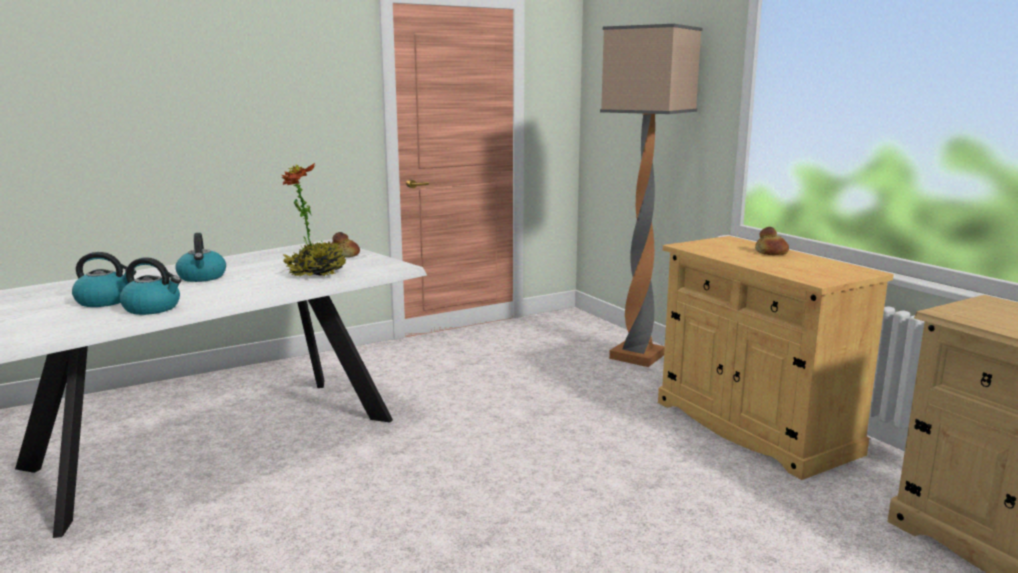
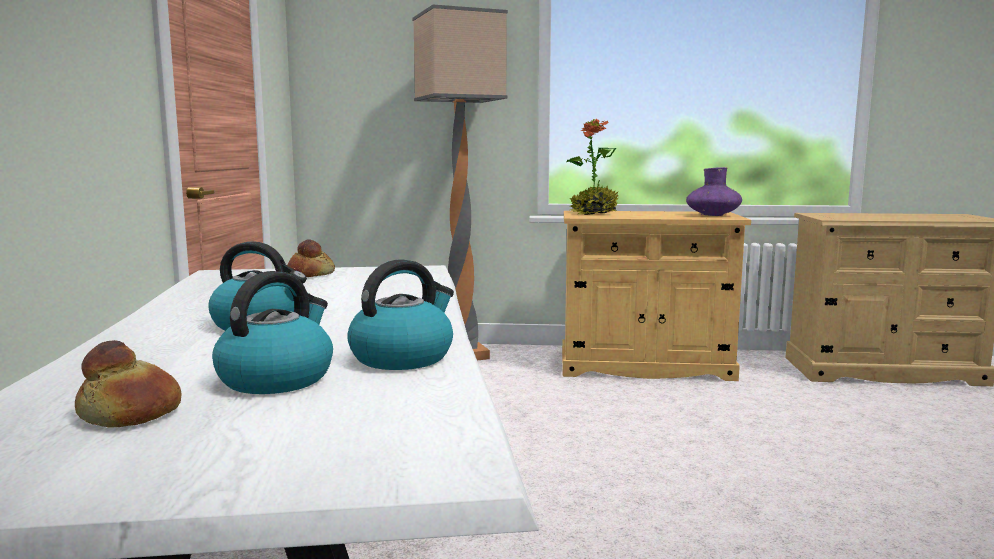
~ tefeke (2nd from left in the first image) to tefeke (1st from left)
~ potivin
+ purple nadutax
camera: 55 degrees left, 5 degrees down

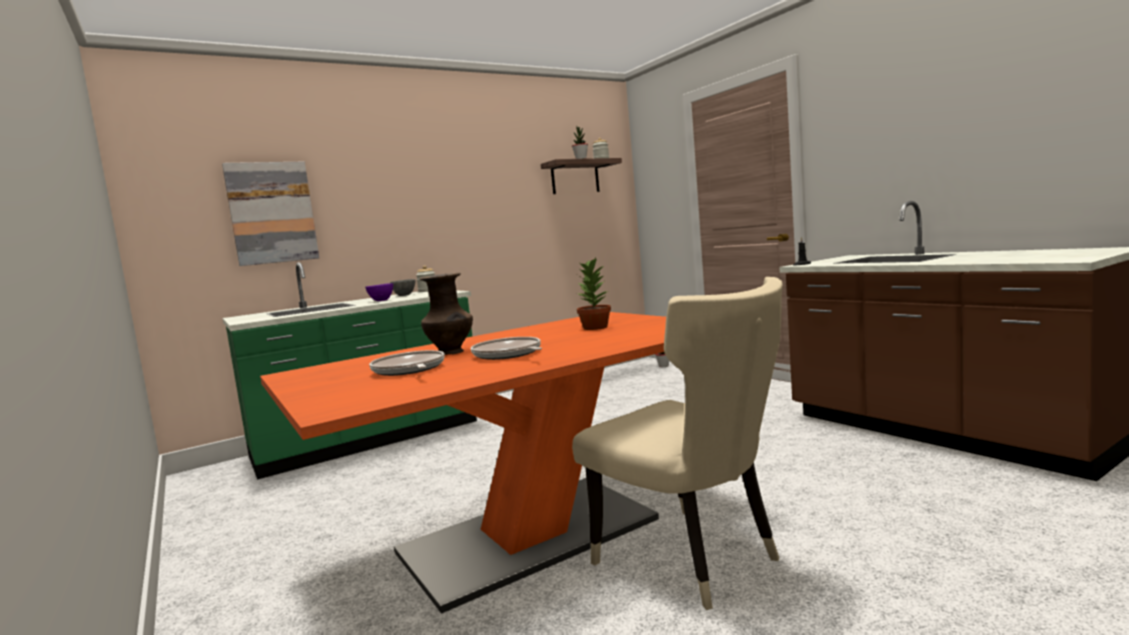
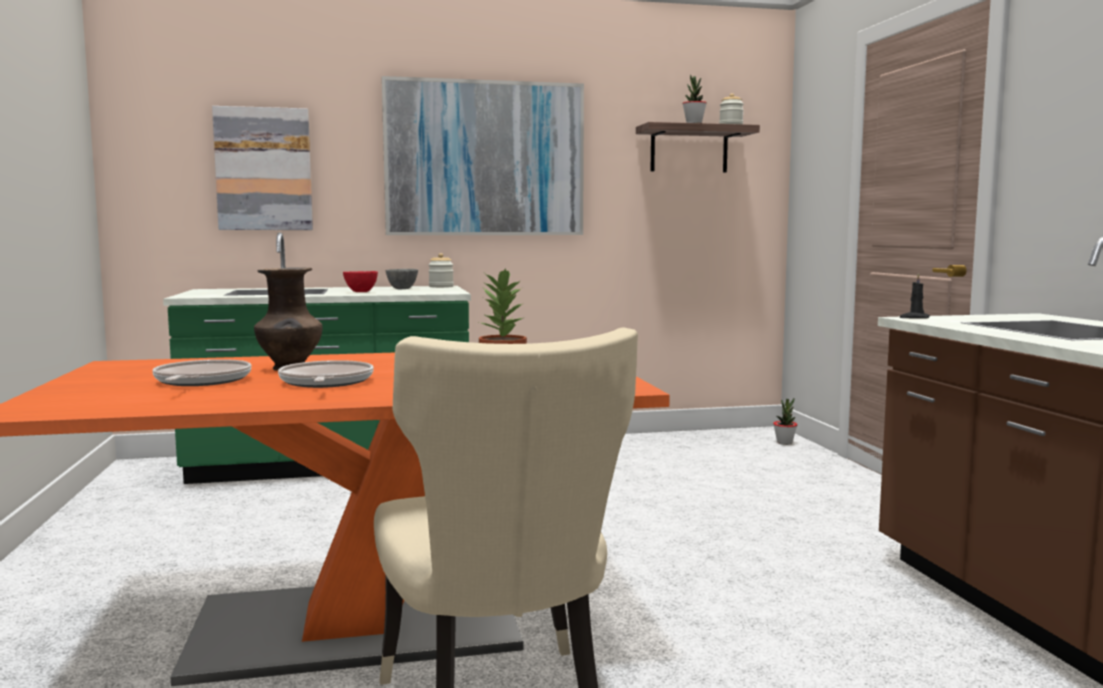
~ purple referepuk to red referepuk
+ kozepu (2nd from left)
camera: 20 degrees right, 0 degrees up

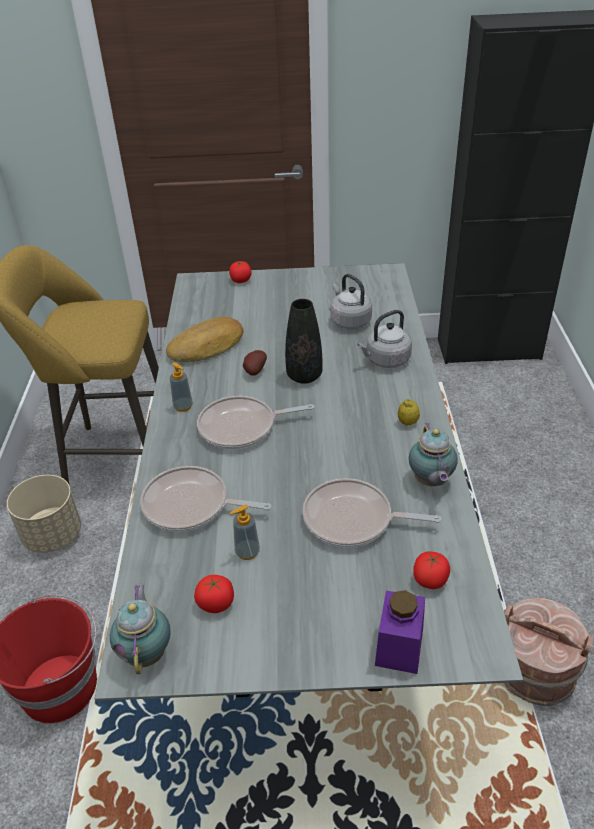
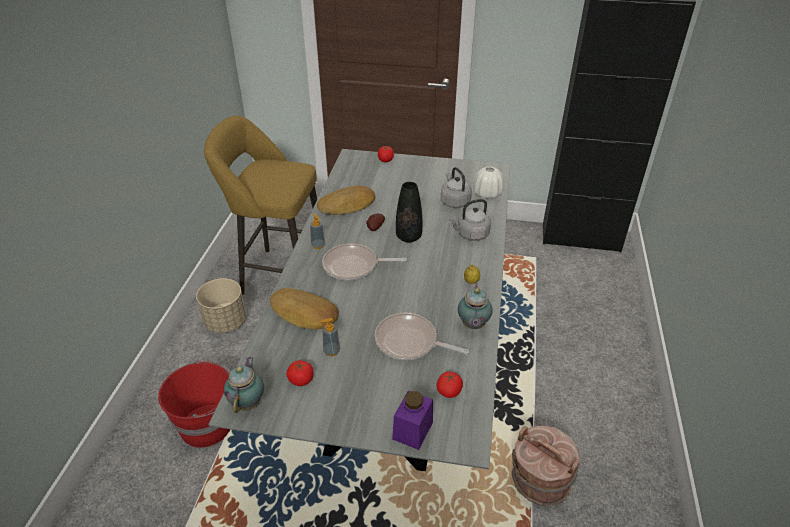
~ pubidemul (1st from left) to tefeke (1st from left)
+ white nadutax
camera: 10 degrees right, 0 degrees up

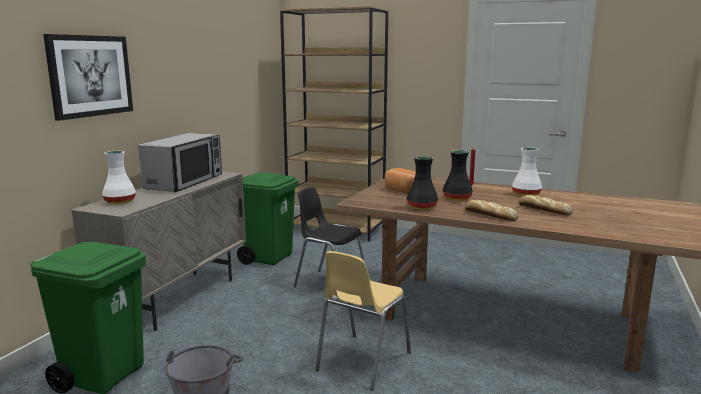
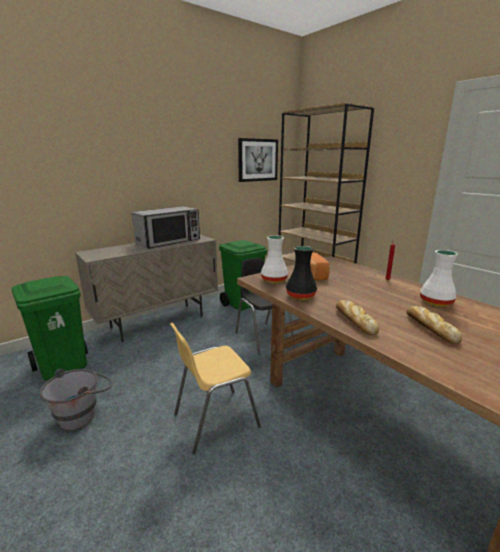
~ kozepu
~ white nadutax (1st from left)
- black nadutax (2nd from left)
camera: 30 degrees right, 5 degrees up

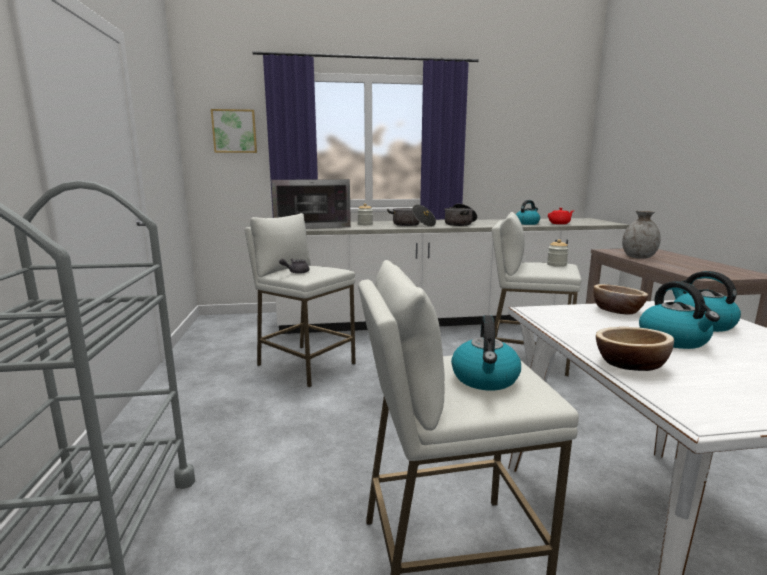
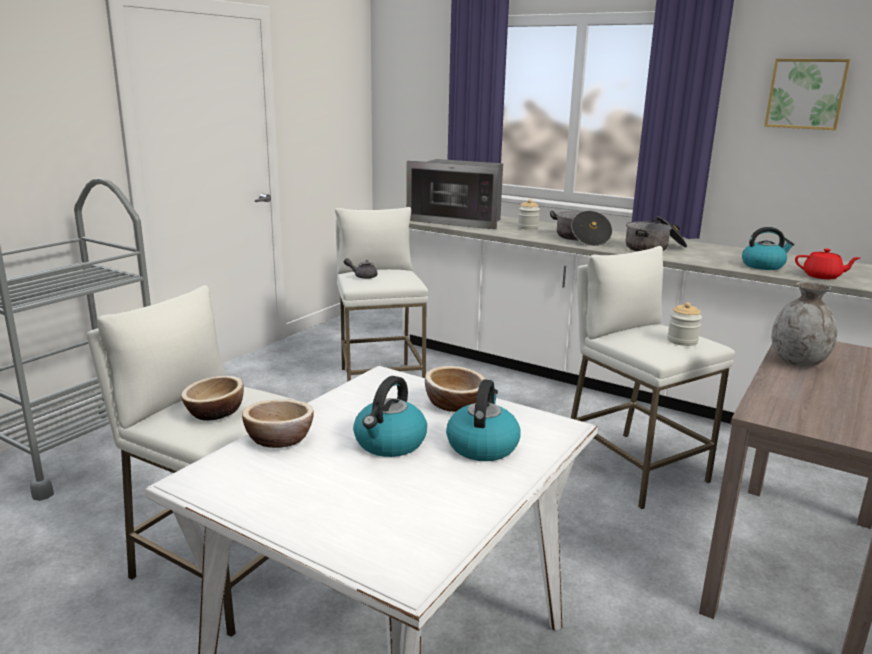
~ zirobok (1st from left) to referepuk (1st from left)
~ kozepu
camera: 40 degrees right, 5 degrees up

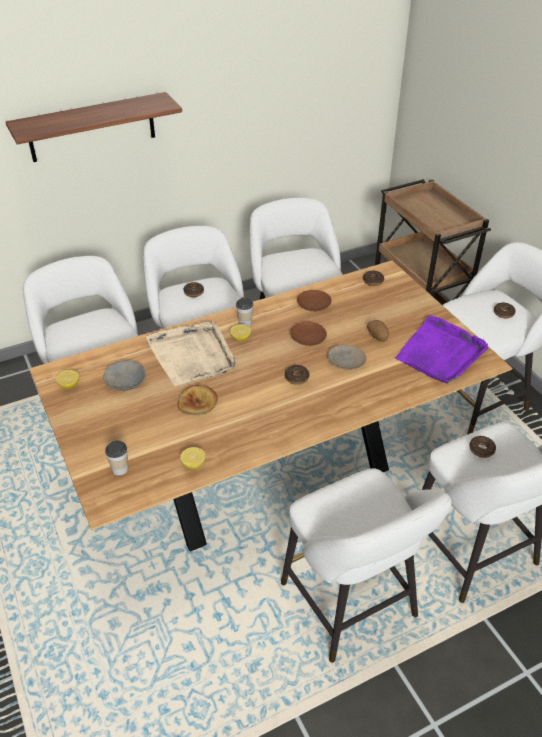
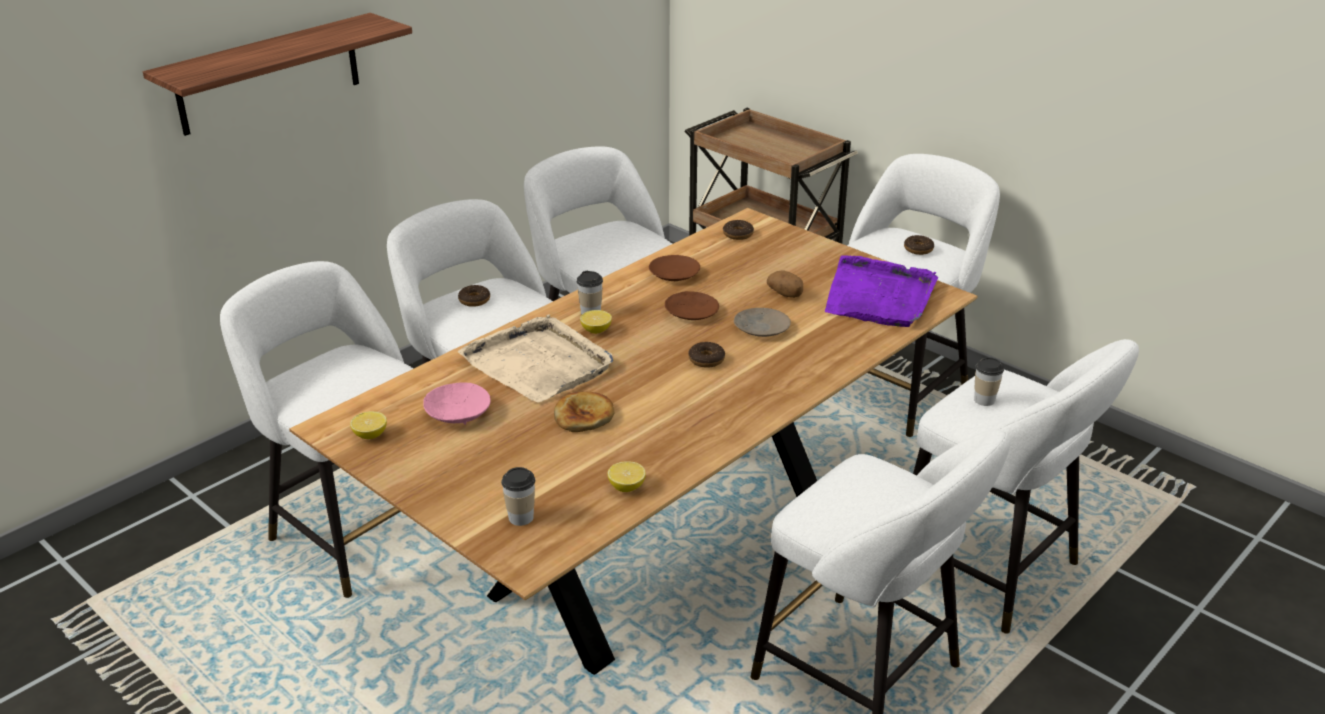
~ grey referepuk to pink referepuk
~ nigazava (4th from left) to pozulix (3rd from left)
camera: 20 degrees left, 10 degrees down

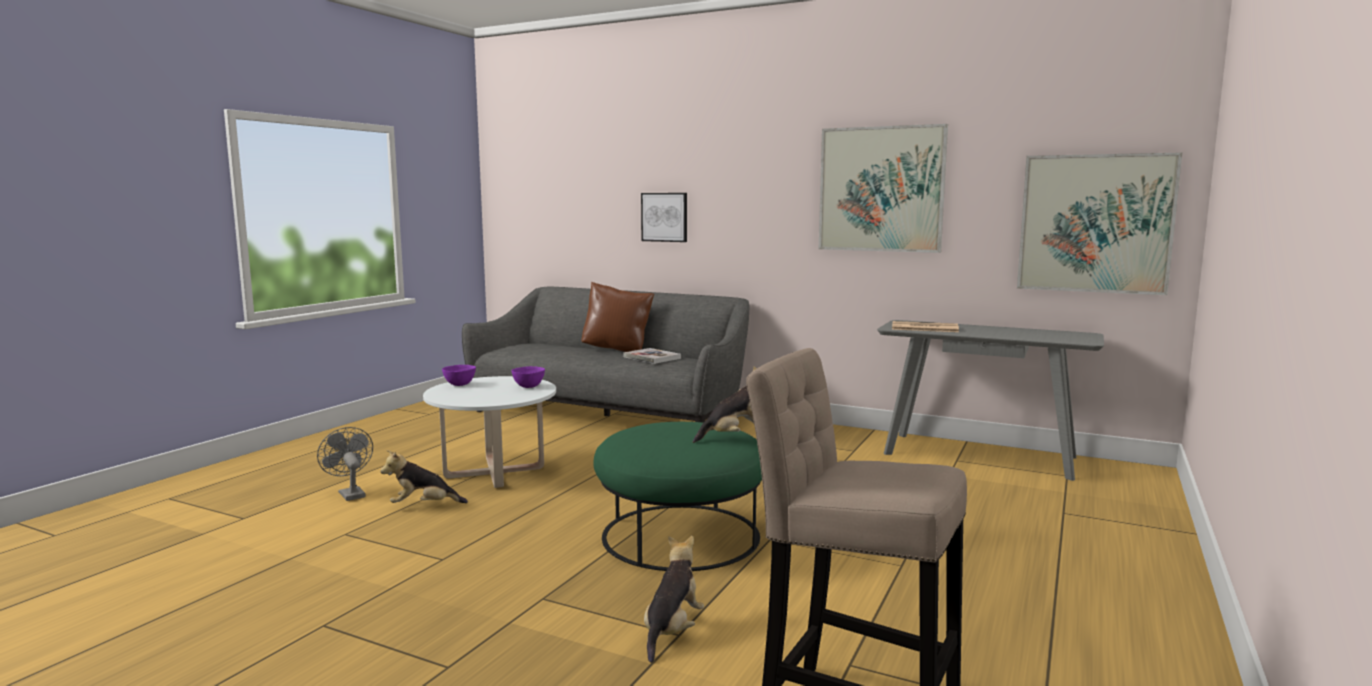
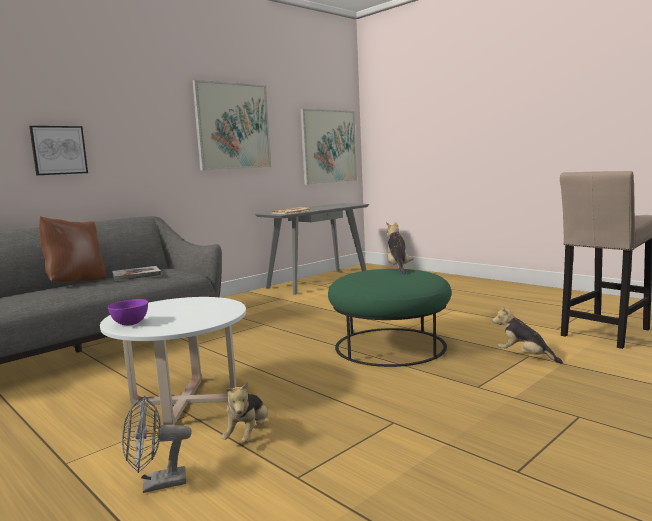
- purple referepuk (2nd from left)
camera: 70 degrees left, 0 degrees up

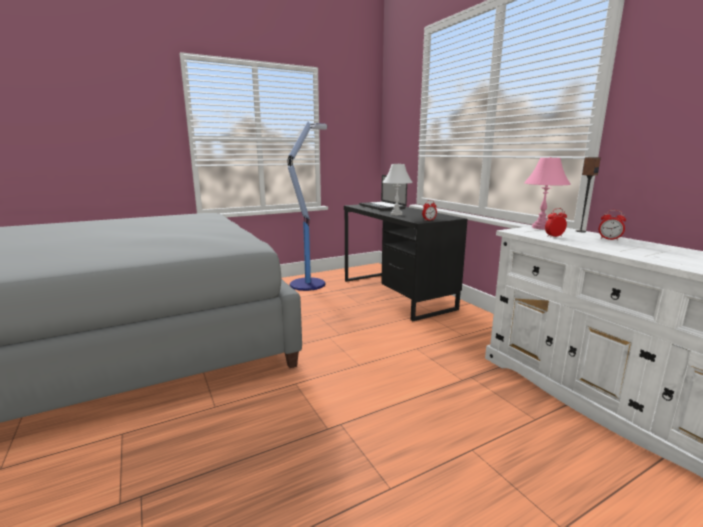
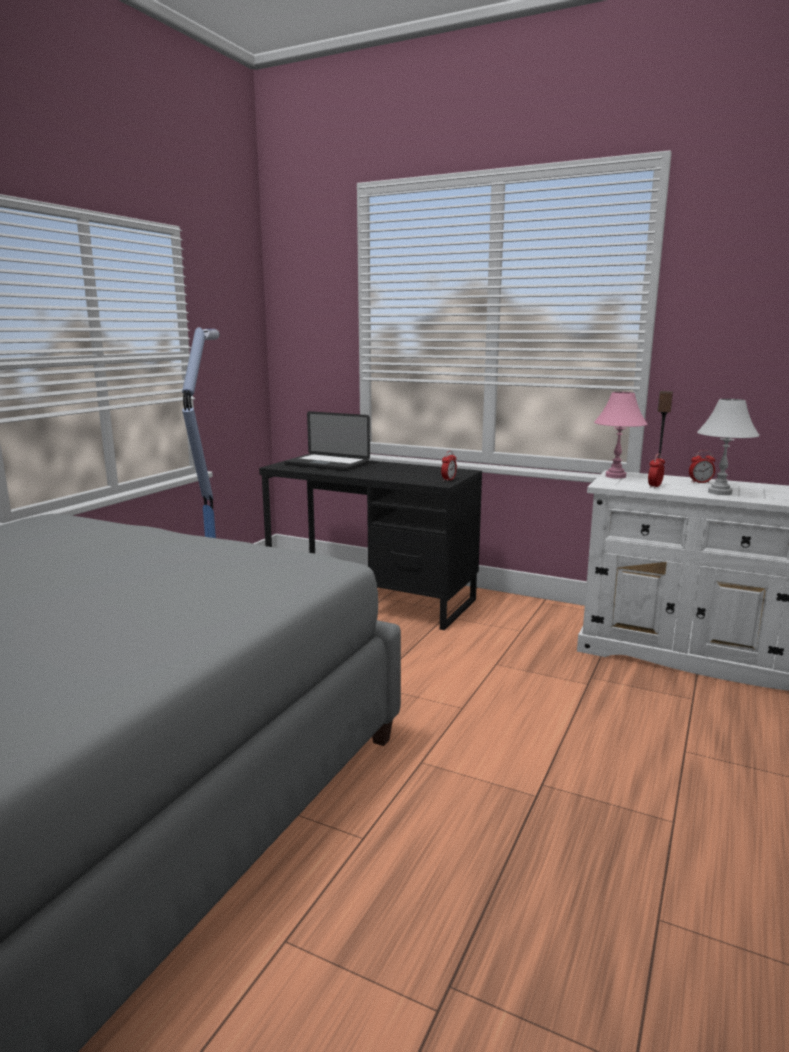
~ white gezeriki
camera: 35 degrees left, 0 degrees up

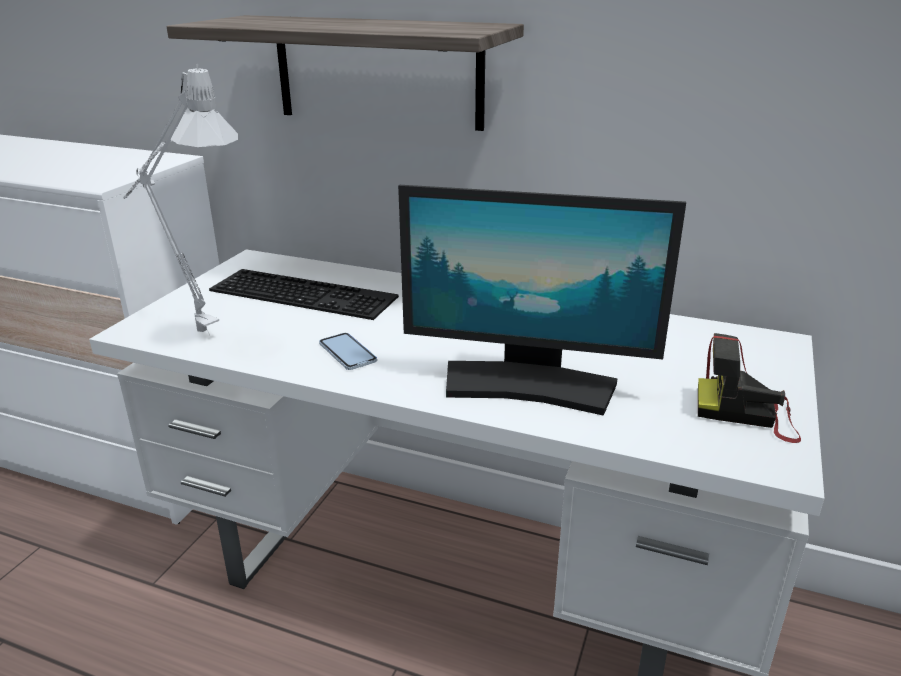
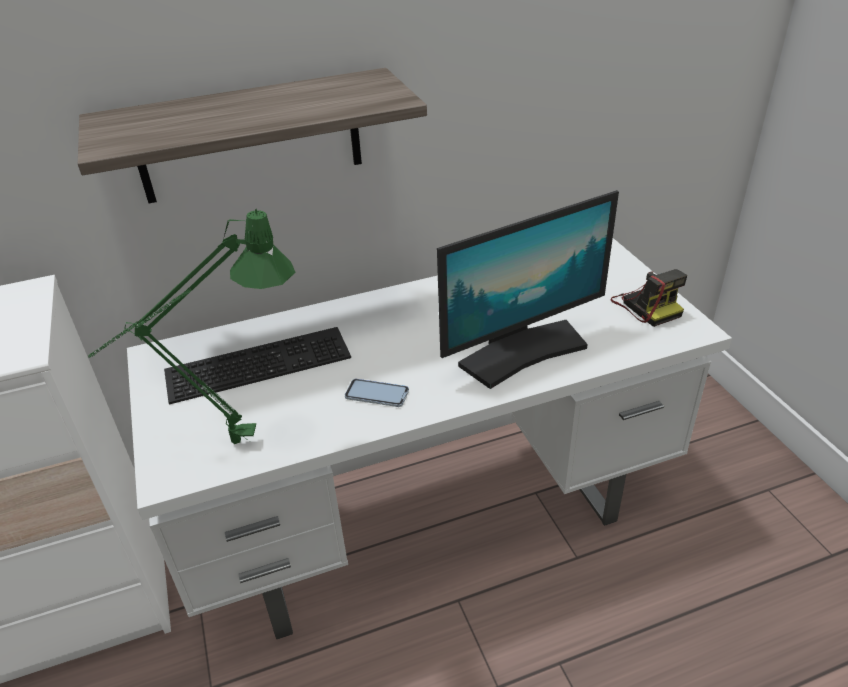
~ grey gezeriki to green gezeriki
~ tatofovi 90 degrees counterclockwise
camera: 40 degrees left, 10 degrees up

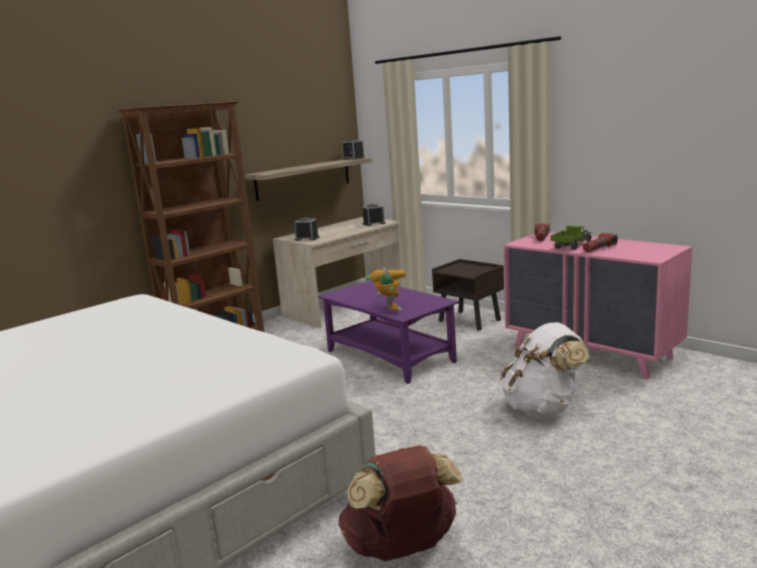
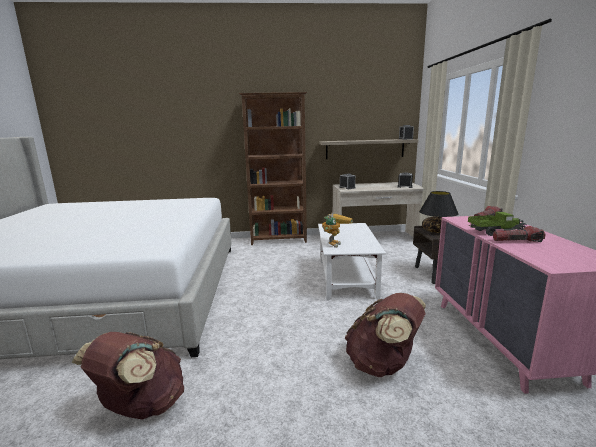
~ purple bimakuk to white bimakuk
~ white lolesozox to brown lolesozox (2nd from left)
+ black gezeriki
camera: 40 degrees right, 0 degrees up

